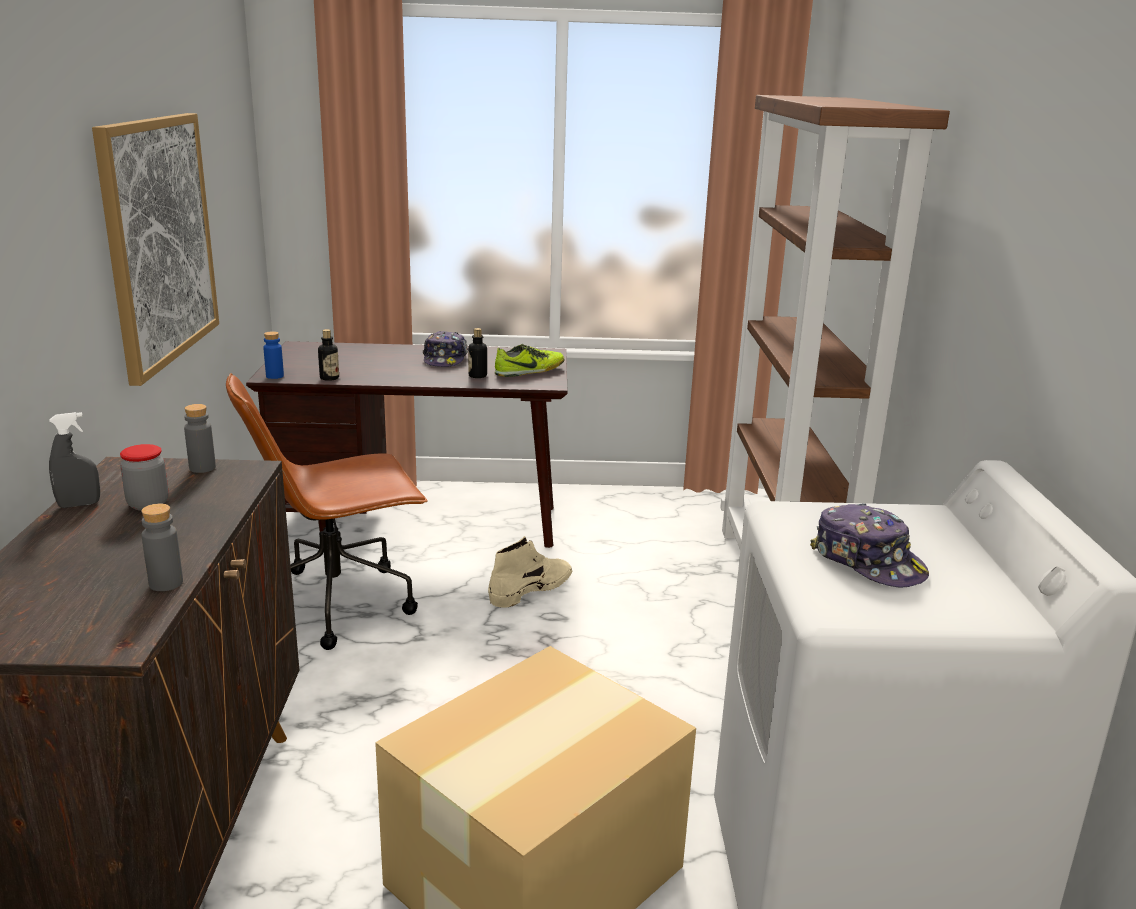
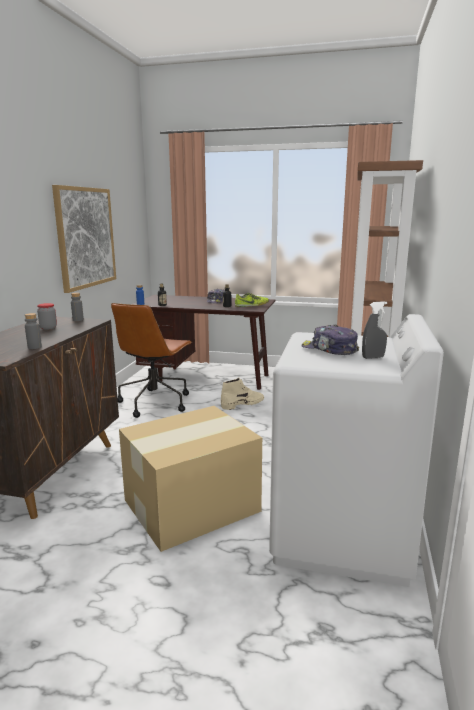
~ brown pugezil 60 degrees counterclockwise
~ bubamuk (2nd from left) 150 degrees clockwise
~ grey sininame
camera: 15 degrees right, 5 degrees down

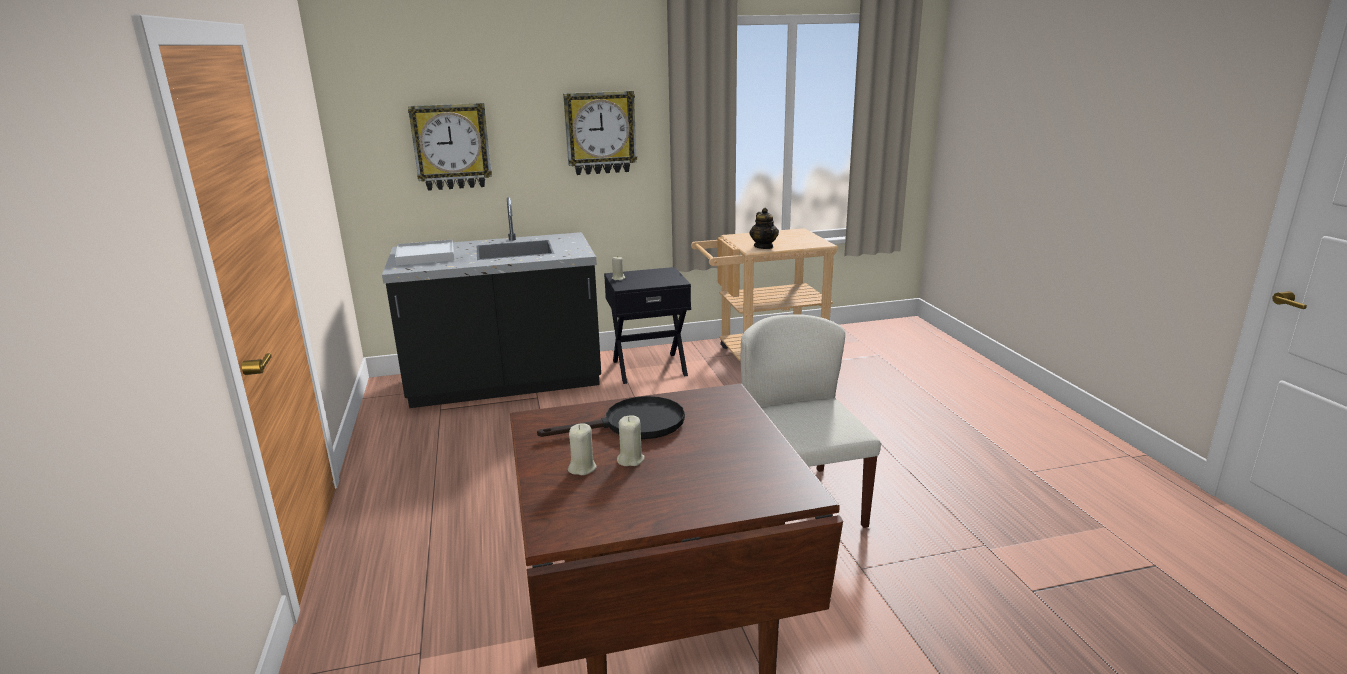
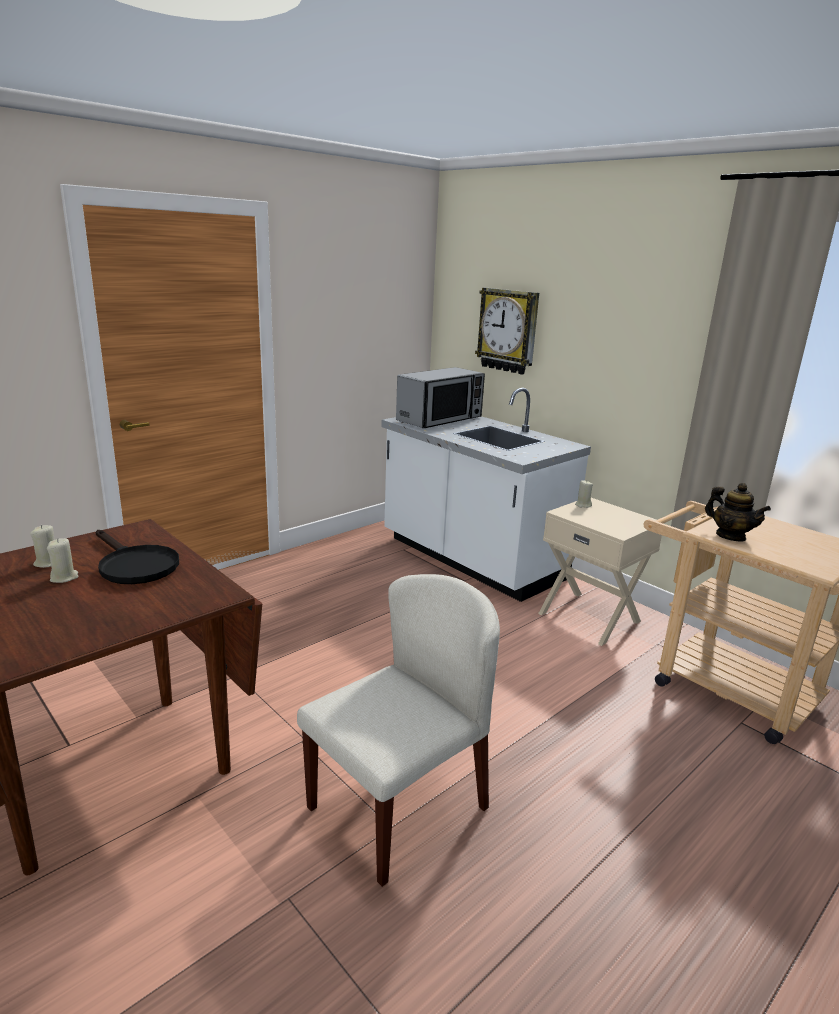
~ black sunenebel to white sunenebel
~ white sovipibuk to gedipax
~ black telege to beige telege
~ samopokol 90 degrees counterclockwise
- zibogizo (2nd from left)
camera: 60 degrees right, 0 degrees up

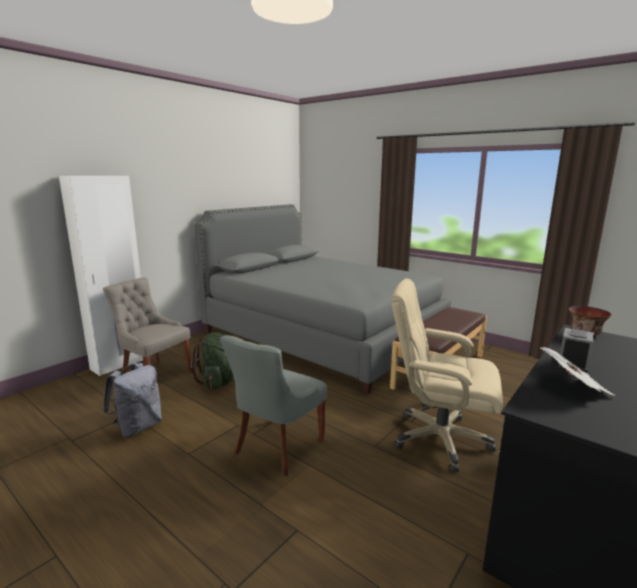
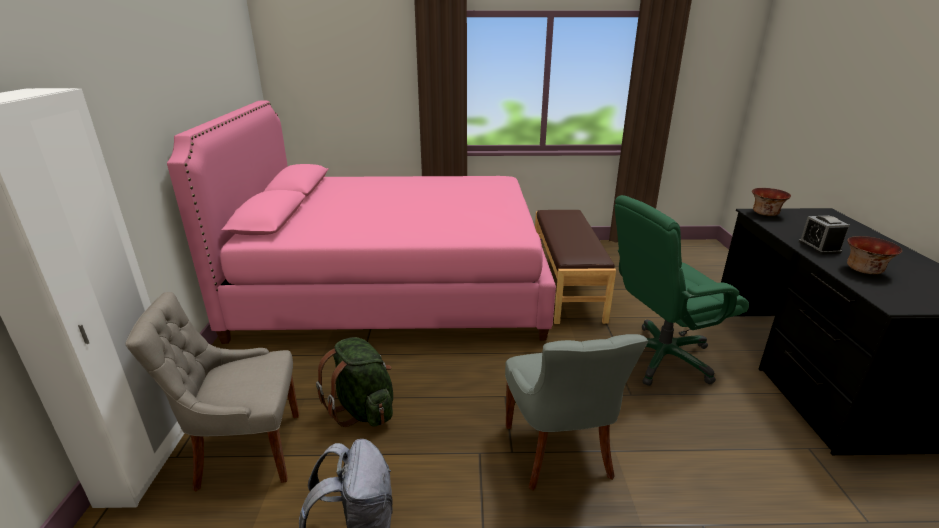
~ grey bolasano to pink bolasano
~ beige pugezil to green pugezil
~ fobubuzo to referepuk (2nd from left)
camera: 40 degrees left, 10 degrees up

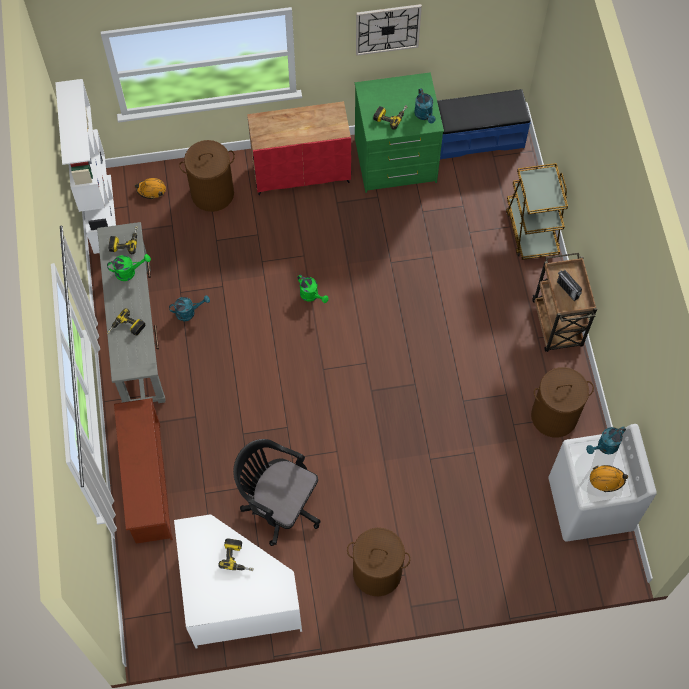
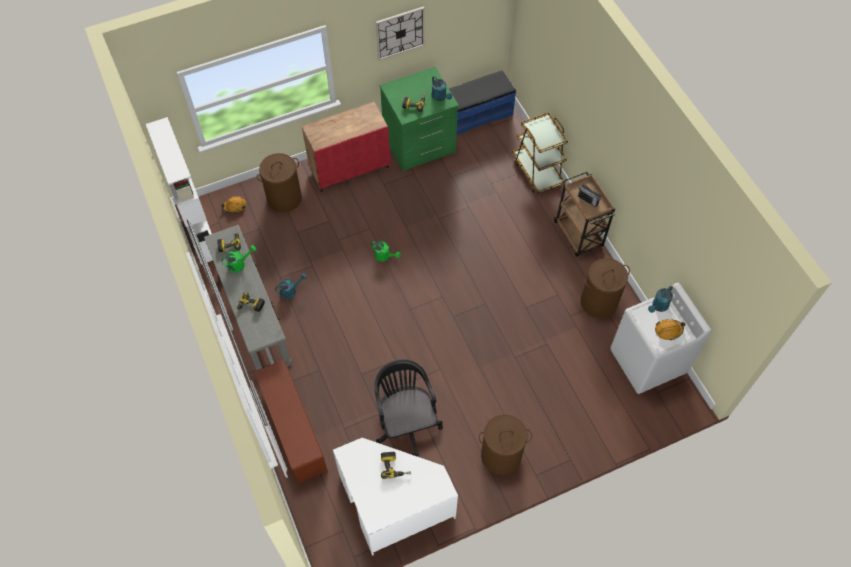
~ black pugezil 60 degrees clockwise
camera: 15 degrees left, 5 degrees down

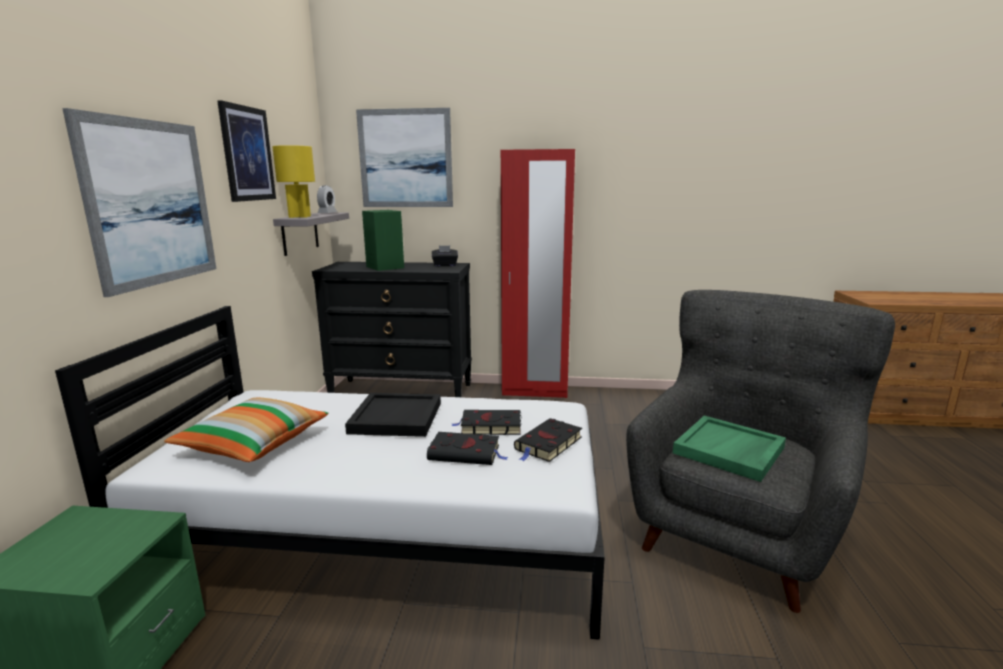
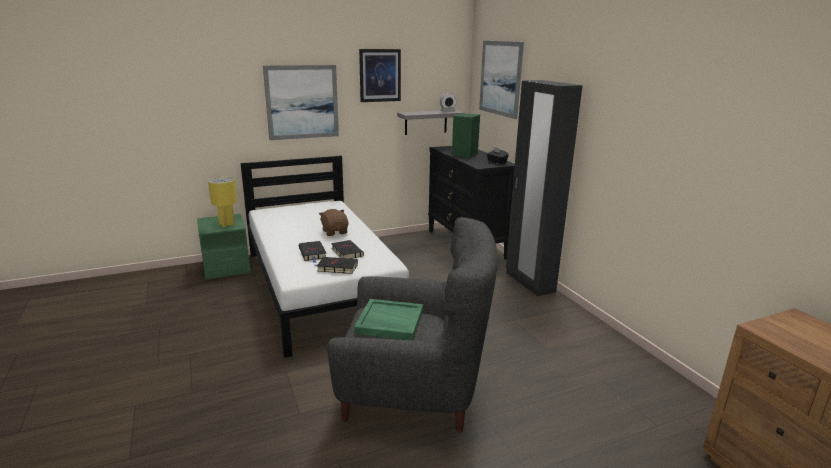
~ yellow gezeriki
~ black sovipibuk to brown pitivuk
~ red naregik to black naregik
- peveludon
camera: 60 degrees right, 5 degrees up

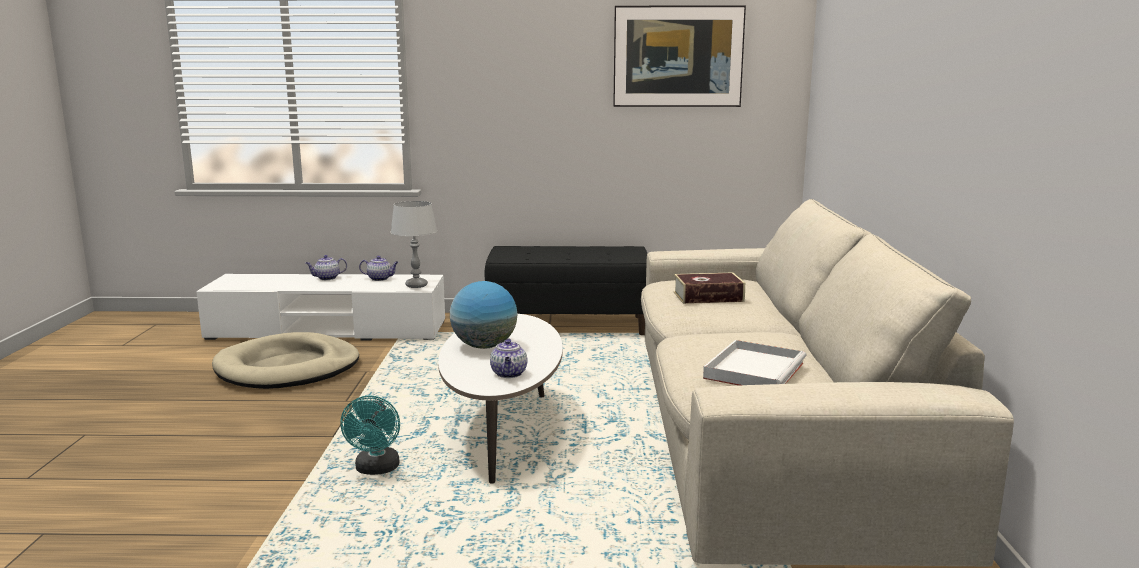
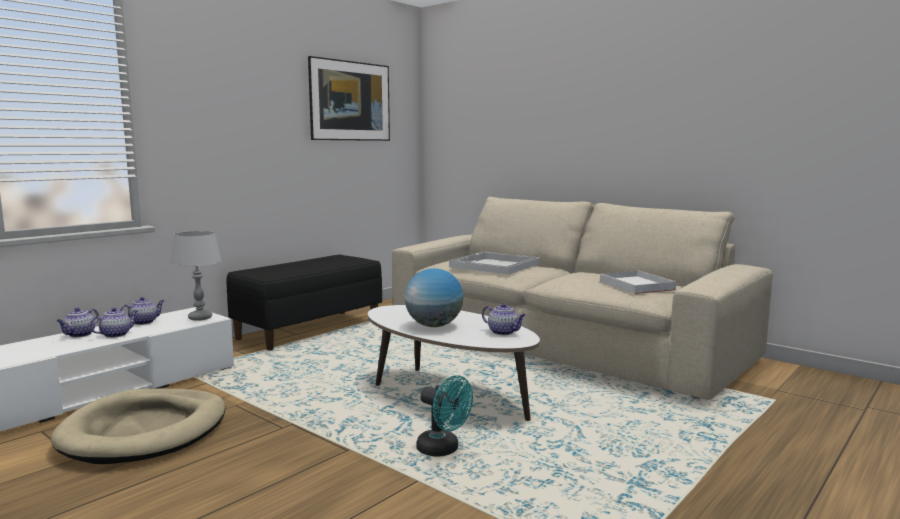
+ samopokol (2nd from left)
~ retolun to white sovipibuk (1st from left)
camera: 50 degrees left, 5 degrees down

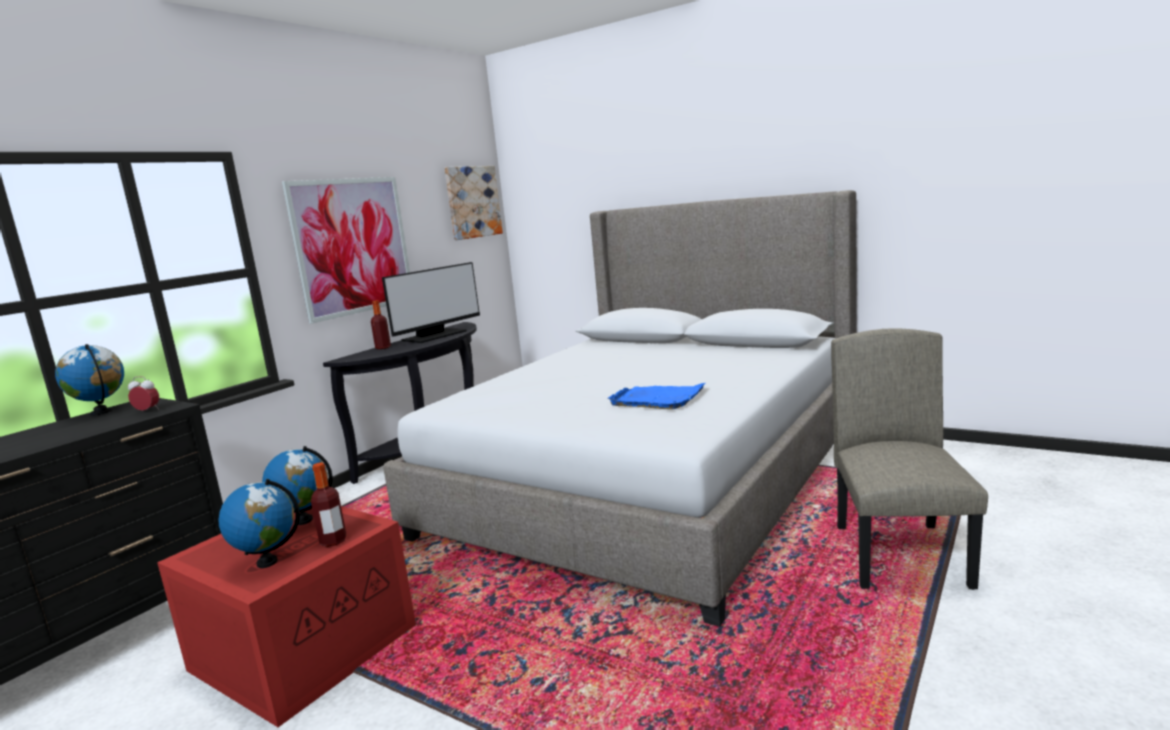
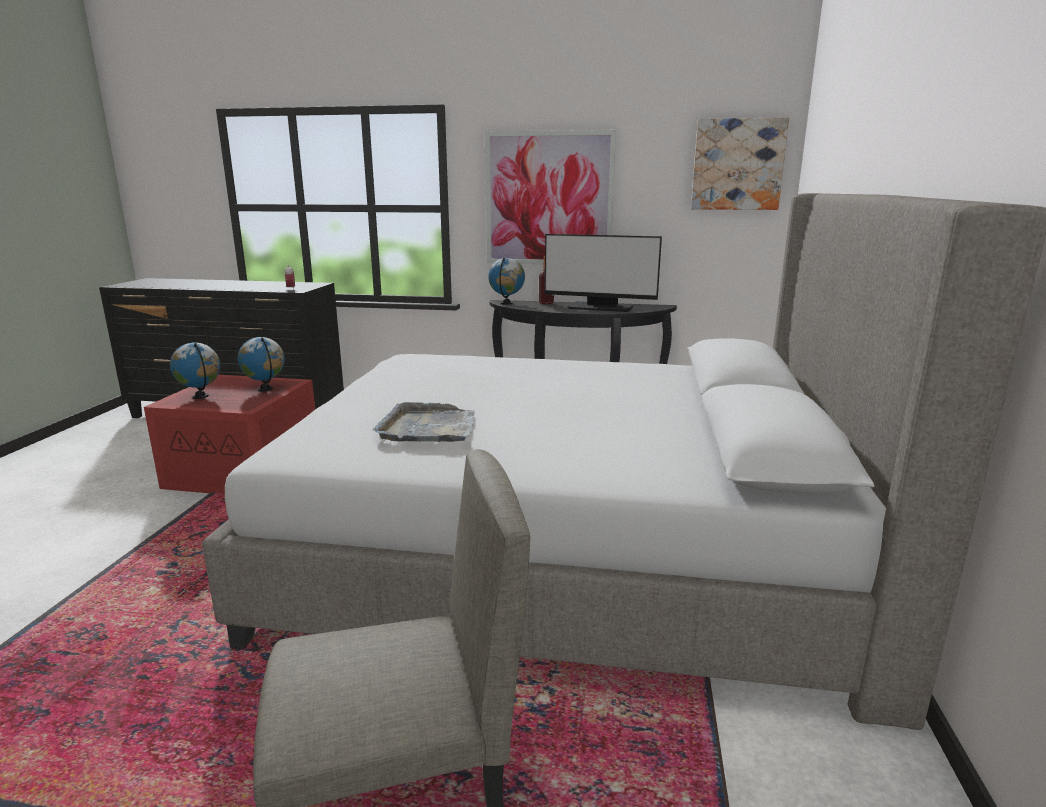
~ blue sovipibuk to grey sovipibuk
~ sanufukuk (1st from left in the first image) to sanufukuk (3rd from left)
- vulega (1st from left)
camera: 65 degrees right, 5 degrees up

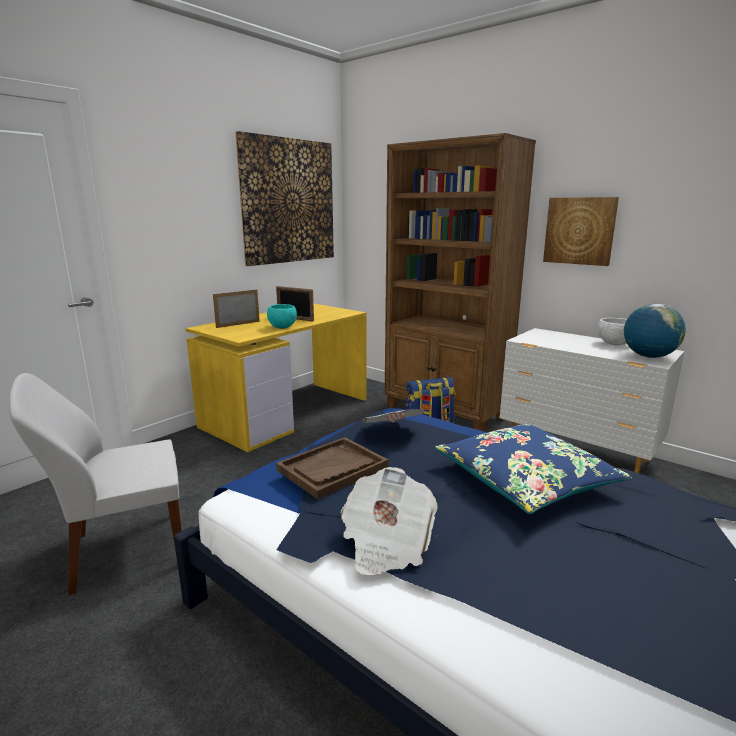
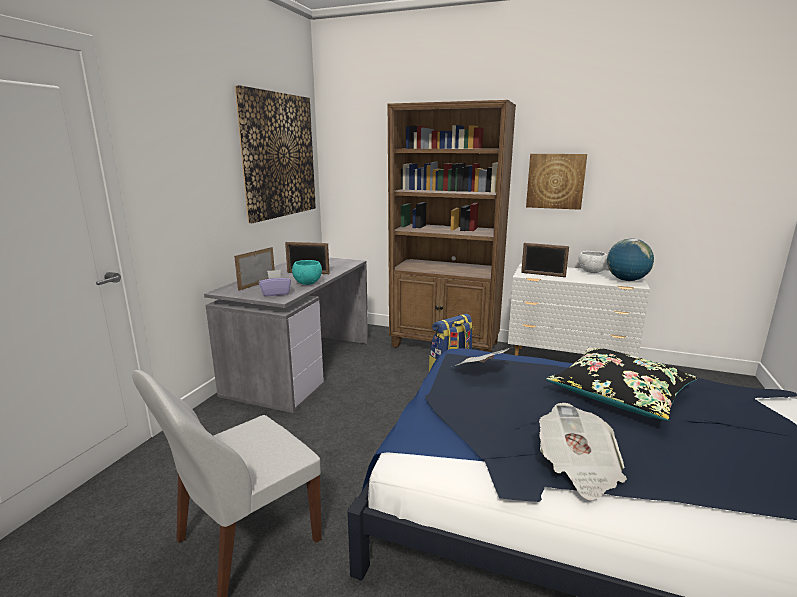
~ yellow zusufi to grey zusufi
+ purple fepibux
+ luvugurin (3rd from left)
~ blue peveludon to black peveludon
- brown sovipibuk
camera: 20 degrees left, 0 degrees up

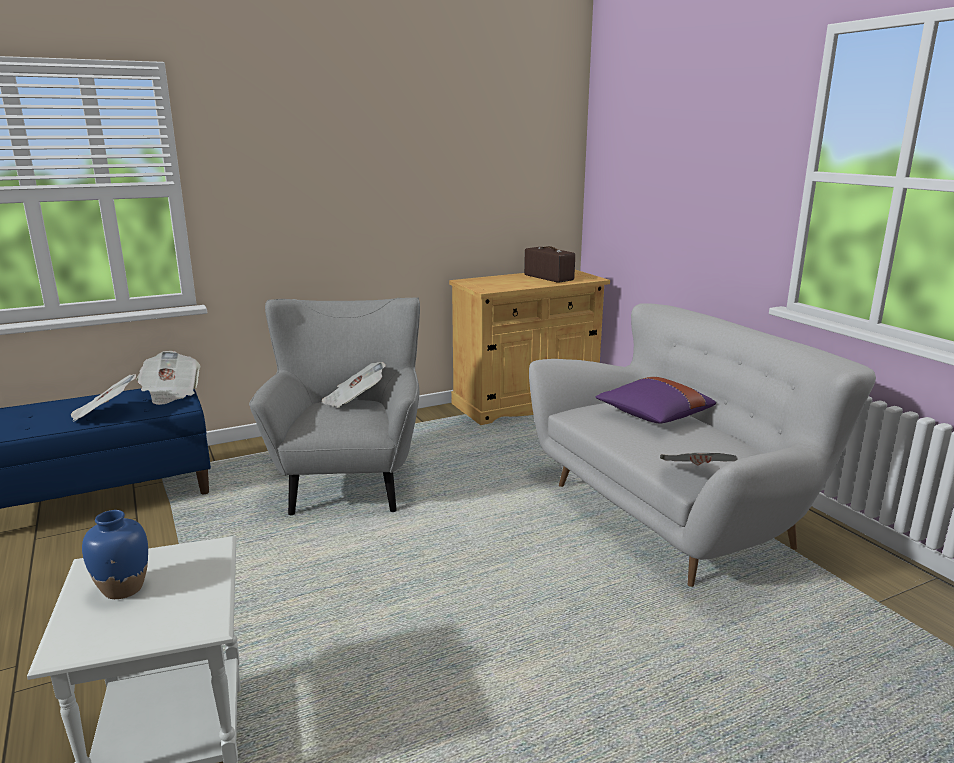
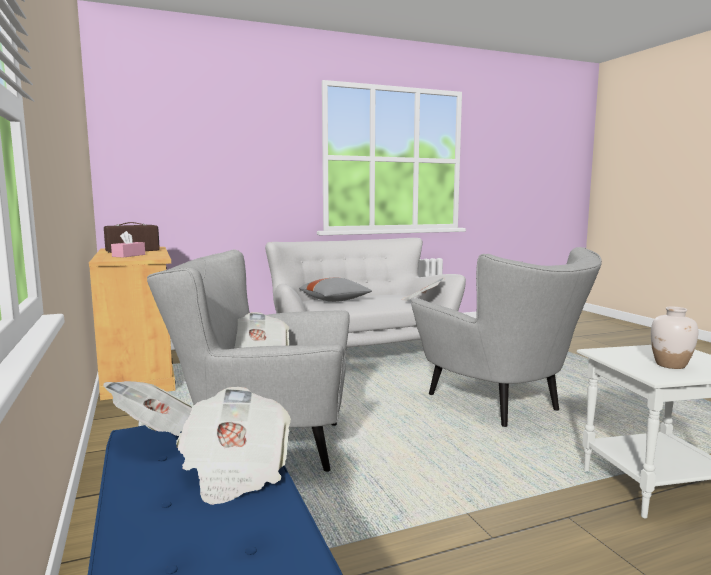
+ pink fepibux
~ purple peveludon to grey peveludon
+ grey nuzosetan (2nd from left)
~ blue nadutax to white nadutax
camera: 85 degrees left, 10 degrees down

